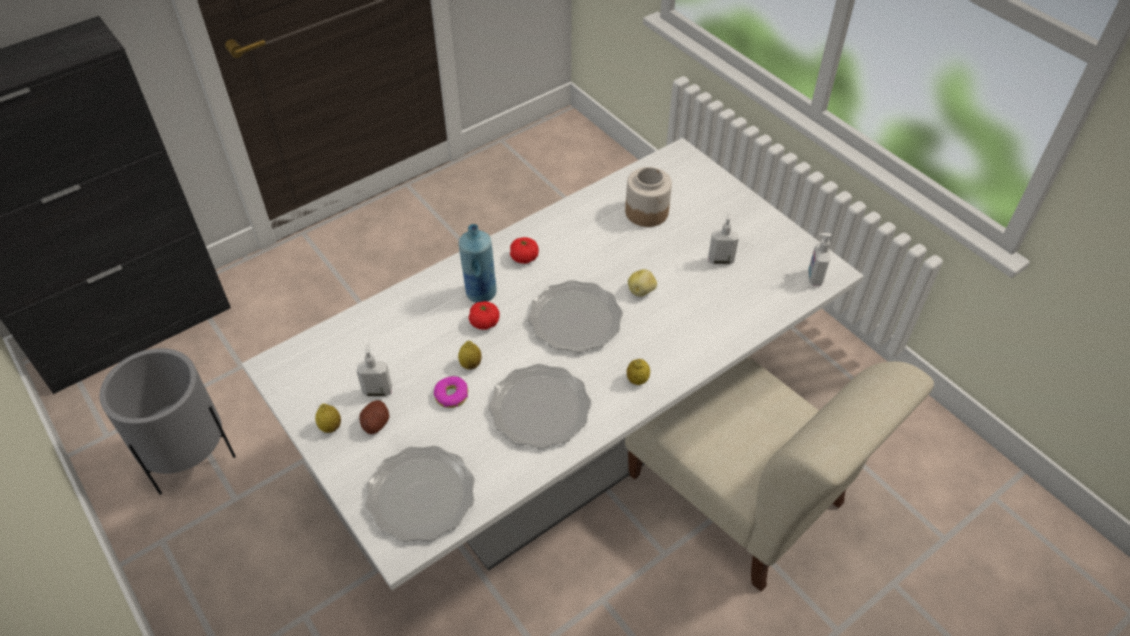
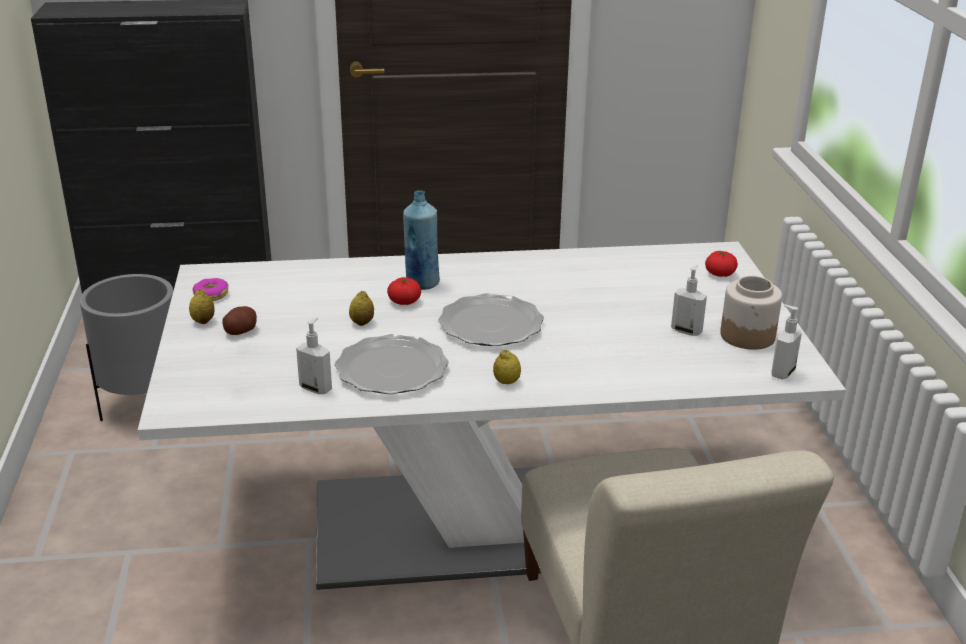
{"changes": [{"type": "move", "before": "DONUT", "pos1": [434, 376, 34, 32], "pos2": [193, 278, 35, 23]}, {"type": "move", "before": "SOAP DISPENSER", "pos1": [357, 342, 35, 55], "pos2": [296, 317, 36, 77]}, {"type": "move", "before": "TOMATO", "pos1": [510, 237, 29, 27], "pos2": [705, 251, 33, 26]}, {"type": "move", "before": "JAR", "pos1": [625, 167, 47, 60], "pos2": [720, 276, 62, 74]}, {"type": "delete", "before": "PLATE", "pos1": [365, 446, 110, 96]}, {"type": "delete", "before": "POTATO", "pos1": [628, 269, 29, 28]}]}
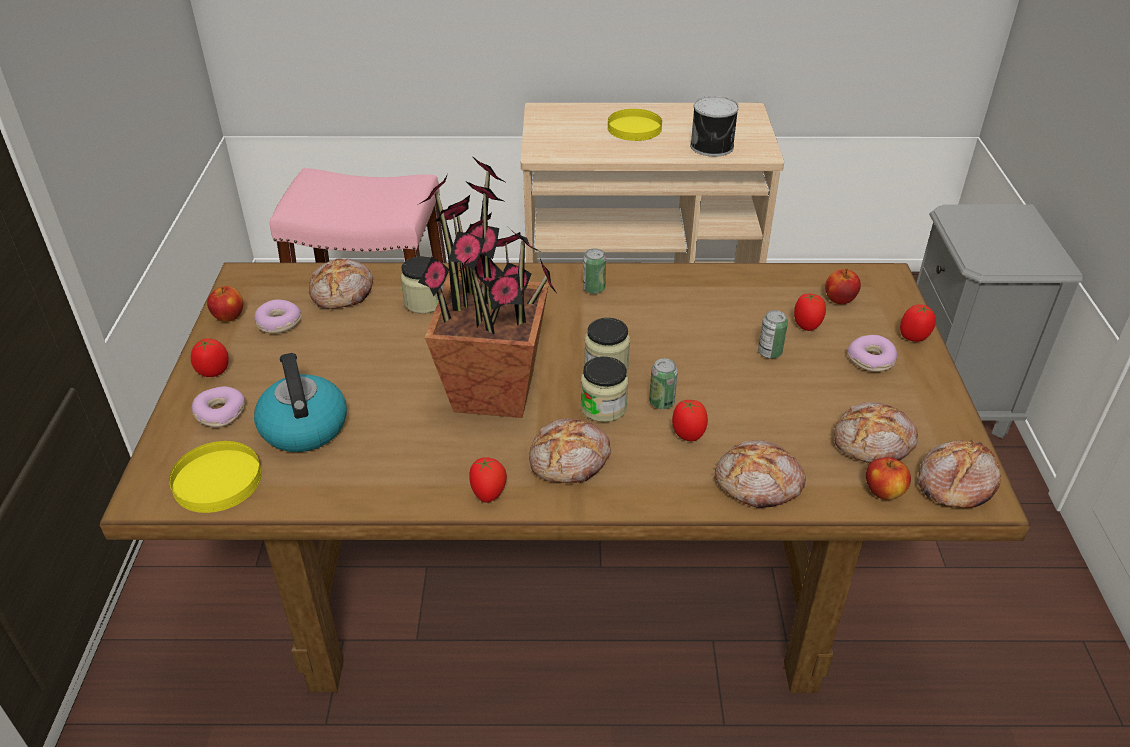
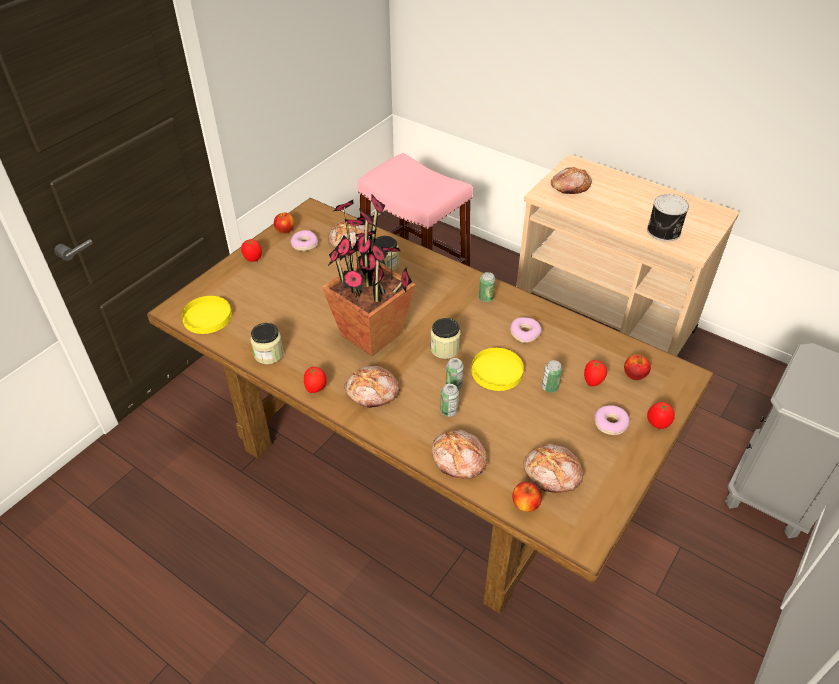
{"changes": [{"type": "move", "before": "JAR", "pos1": [580, 357, 49, 65], "pos2": [250, 323, 34, 41]}, {"type": "replace", "before": "TOMATO", "after": "CAN", "pos1": [672, 400, 36, 41], "pos2": [440, 384, 19, 33]}, {"type": "move", "before": "YELLOW PLATE", "pos1": [608, 109, 54, 32], "pos2": [471, 348, 53, 43]}, {"type": "move", "before": "DONUT", "pos1": [192, 386, 53, 41], "pos2": [510, 317, 32, 26]}, {"type": "move", "before": "BREAD", "pos1": [918, 440, 83, 68], "pos2": [551, 167, 41, 27]}, {"type": "delete", "before": "KETTLE", "pos1": [254, 353, 93, 99]}]}
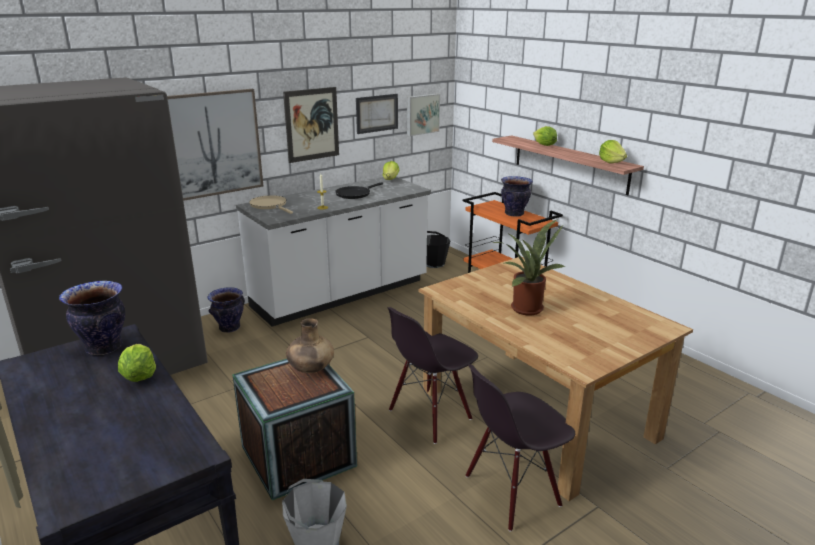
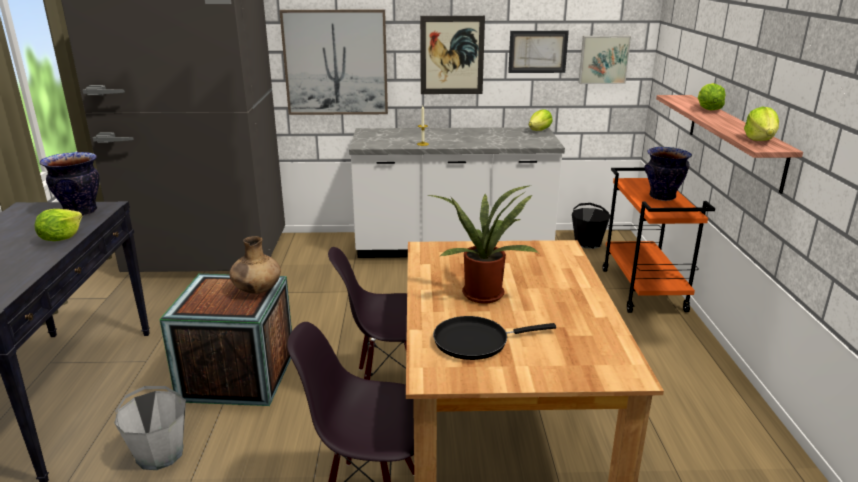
{"changes": [{"type": "move", "before": "BLACK FRYING PAN", "pos1": [335, 182, 48, 17], "pos2": [433, 316, 123, 44]}, {"type": "delete", "before": "VASE", "pos1": [207, 287, 38, 46]}, {"type": "delete", "before": "BEIGE FRYING PAN", "pos1": [249, 195, 44, 19]}]}
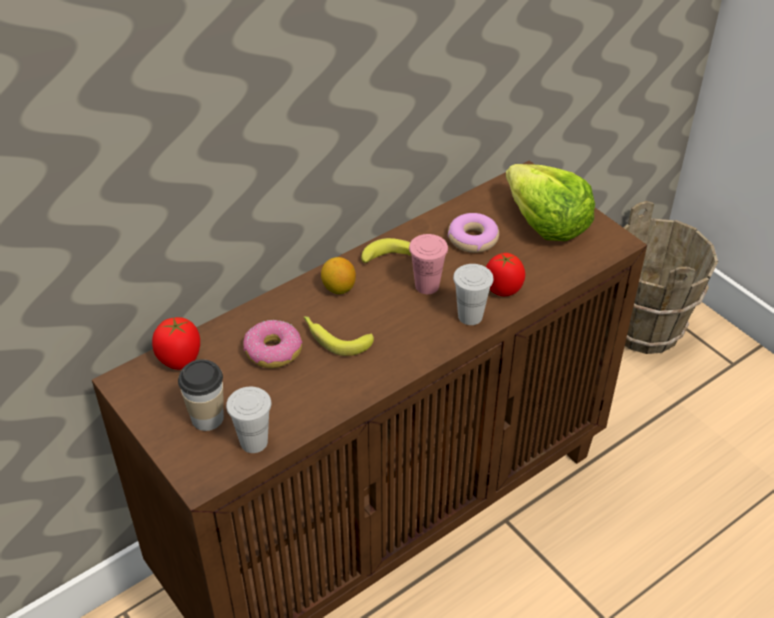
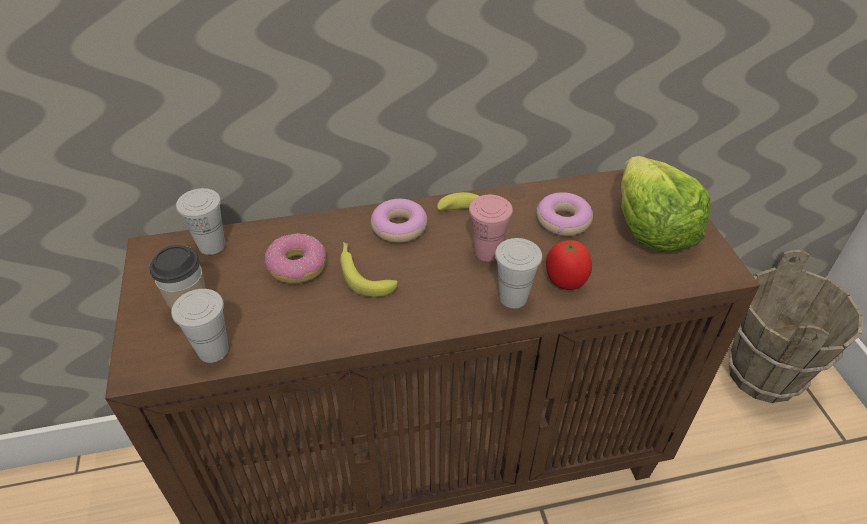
{"changes": [{"type": "replace", "before": "TOMATO", "after": "WHITE CUP", "pos1": [152, 317, 48, 53], "pos2": [176, 188, 49, 67]}, {"type": "replace", "before": "LEMON", "after": "DONUT", "pos1": [321, 257, 35, 37], "pos2": [371, 199, 57, 44]}]}
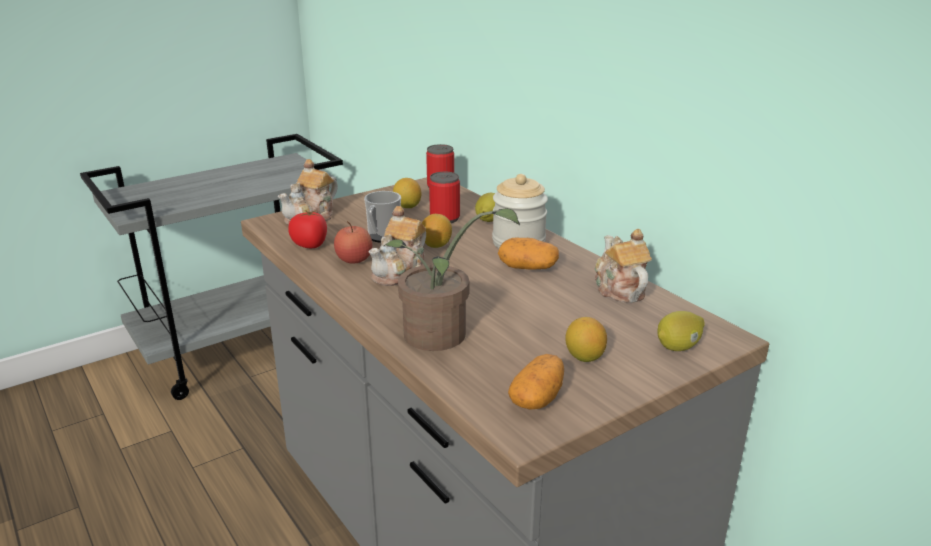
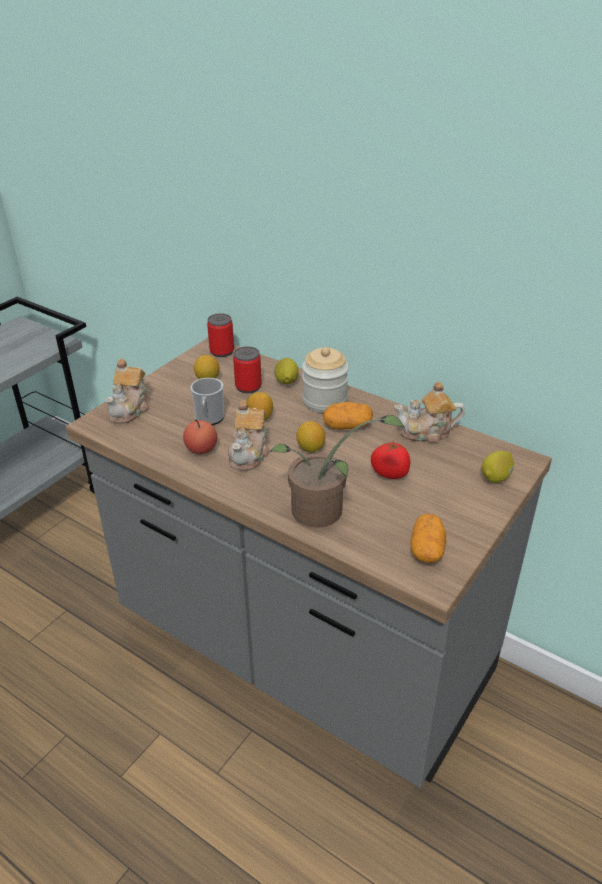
{"changes": [{"type": "move", "before": "LEMON", "pos1": [565, 317, 42, 45], "pos2": [296, 421, 29, 32]}, {"type": "move", "before": "TOMATO", "pos1": [288, 210, 39, 38], "pos2": [371, 440, 39, 39]}, {"type": "rotate", "before": "TEAPOT", "pos1": [595, 229, 57, 74], "pos2": [394, 381, 71, 62], "turn": -60}]}
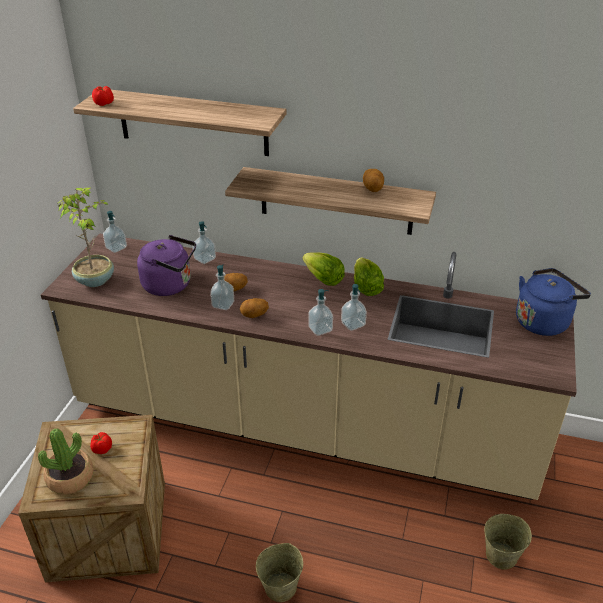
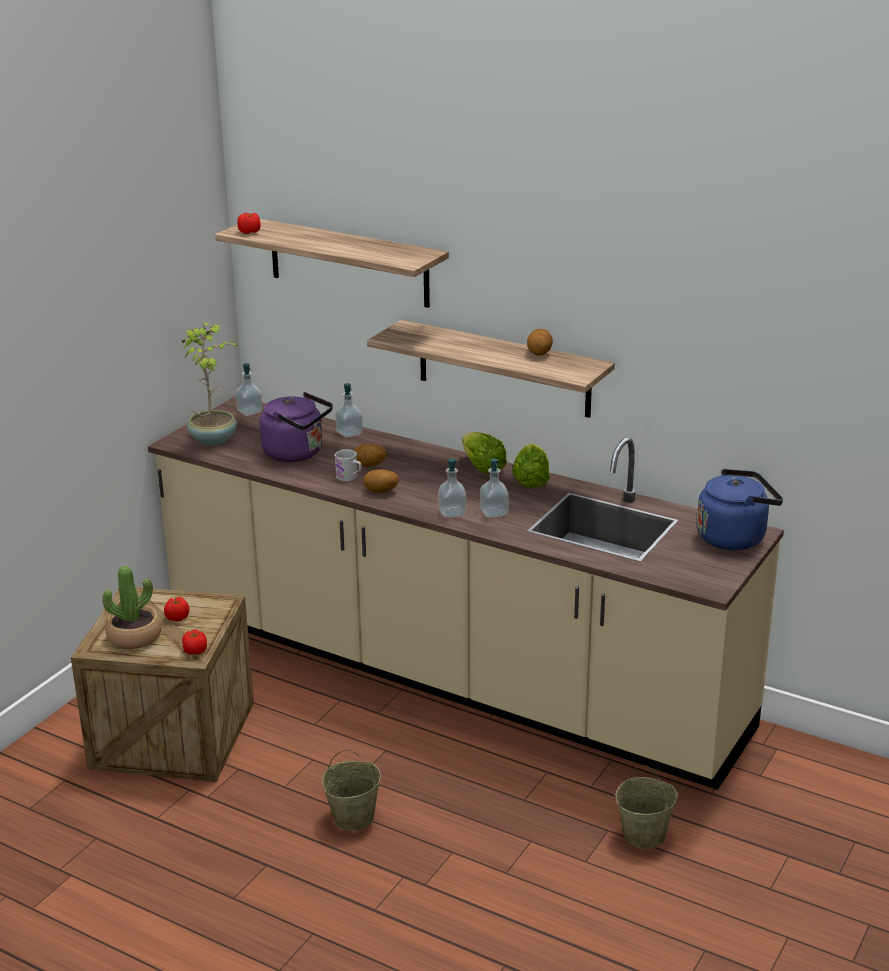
{"changes": [{"type": "insert", "after": "TOMATO", "pos2": [182, 630, 25, 24]}, {"type": "replace", "before": "SOAP DISPENSER", "after": "WHITE MUG", "pos1": [210, 265, 24, 45], "pos2": [334, 449, 28, 32]}]}
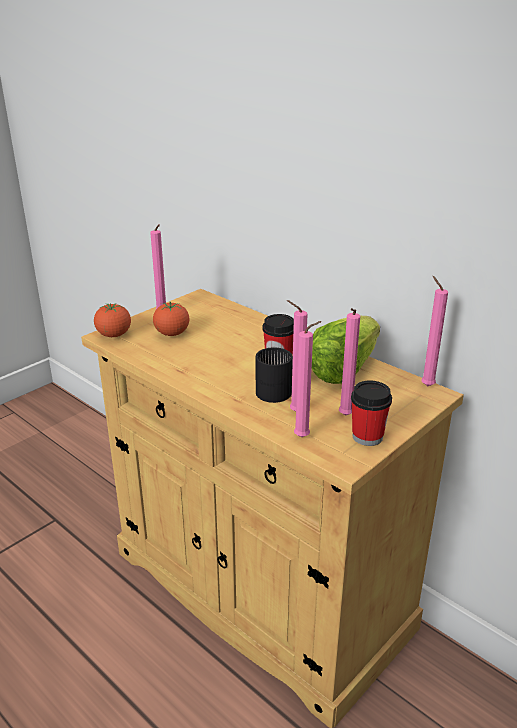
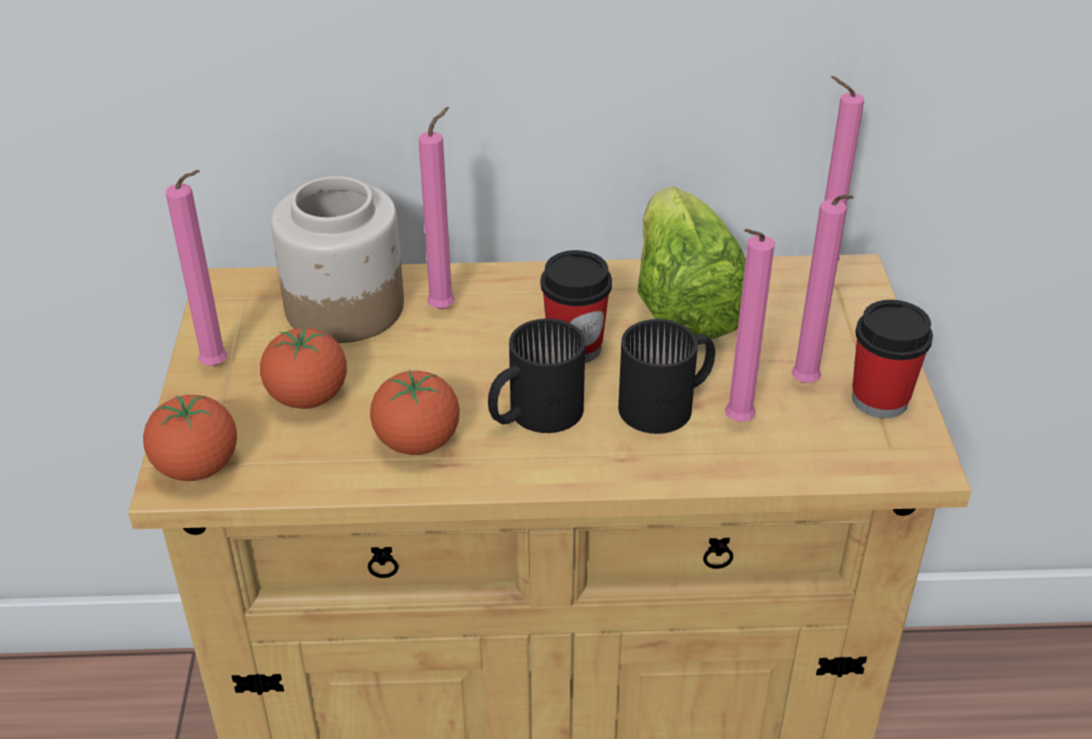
{"changes": [{"type": "insert", "after": "JAR", "pos2": [271, 176, 133, 167]}, {"type": "insert", "after": "TOMATO", "pos2": [370, 369, 90, 86]}, {"type": "move", "before": "PINK CANDLE", "pos1": [294, 321, 28, 116], "pos2": [418, 107, 37, 202]}, {"type": "insert", "after": "BLACK MUG", "pos2": [488, 319, 97, 114]}]}
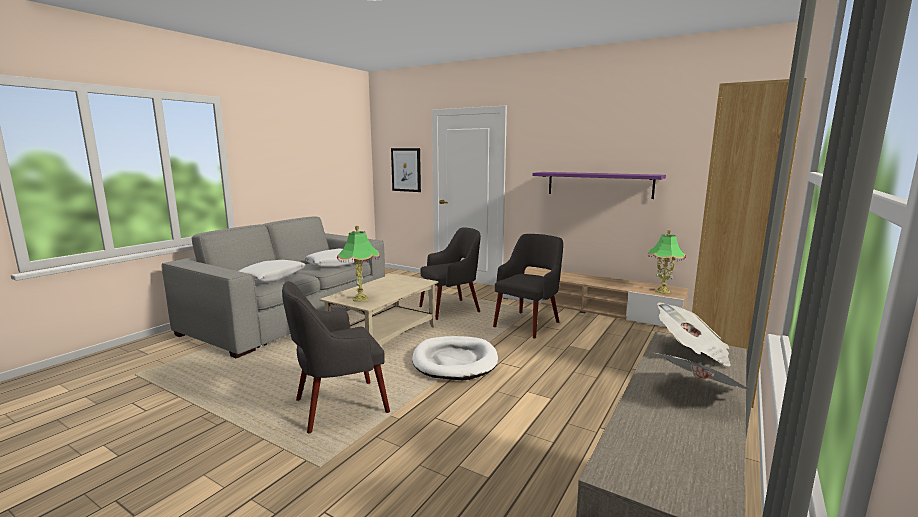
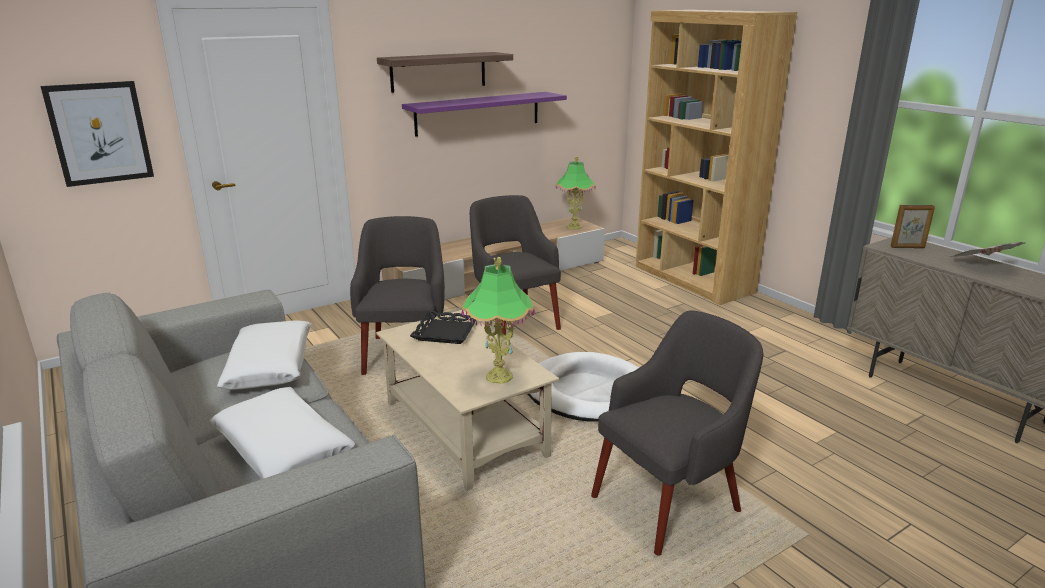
{"changes": [{"type": "insert", "after": "SHELF", "pos2": [377, 52, 136, 41]}, {"type": "insert", "after": "BLACK TRAY", "pos2": [410, 310, 66, 34]}, {"type": "rotate", "before": "GREY ARMCHAIR", "pos1": [282, 282, 108, 151], "pos2": [591, 310, 172, 246], "turn": -120}, {"type": "replace", "before": "NEWSPAPER", "after": "PICTURE FRAME", "pos1": [657, 302, 74, 65], "pos2": [890, 205, 45, 43]}]}
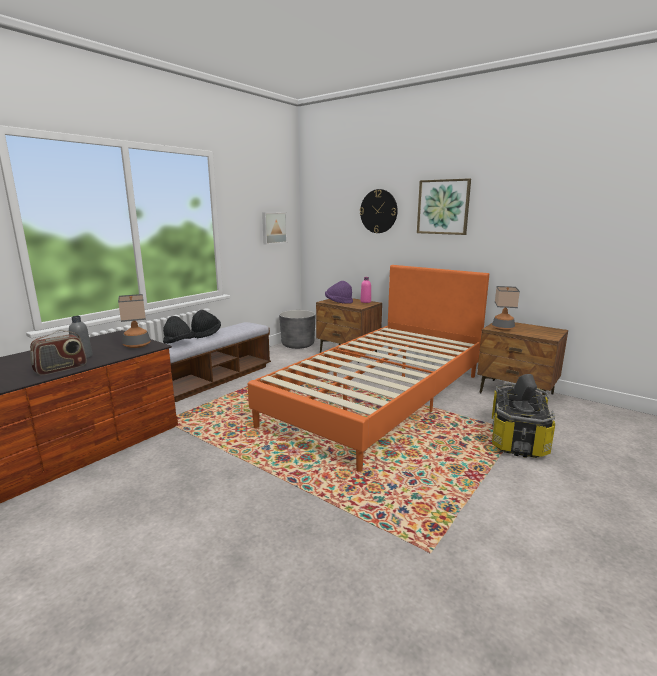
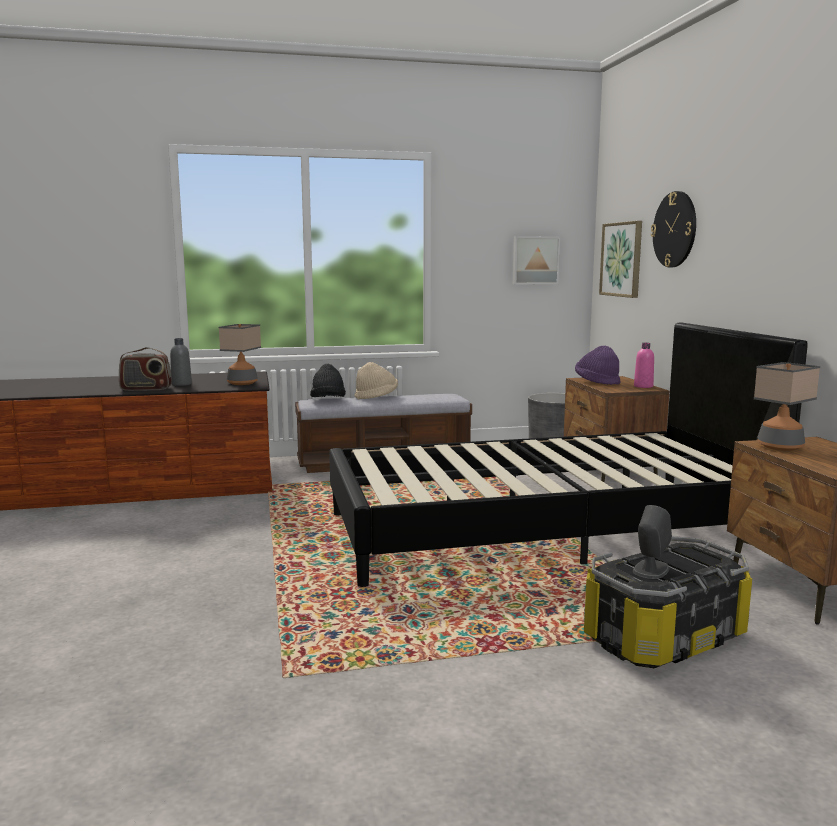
{"changes": [{"type": "recolor", "before": "ORANGE BED", "after": "BLACK BED", "pos1": [248, 265, 241, 207], "pos2": [329, 322, 479, 265]}, {"type": "recolor", "before": "BLACK HAT", "after": "BEIGE HAT", "pos1": [191, 310, 30, 29], "pos2": [355, 362, 43, 37]}, {"type": "move", "before": "PICTURE", "pos1": [417, 178, 54, 57], "pos2": [599, 221, 43, 77]}]}
